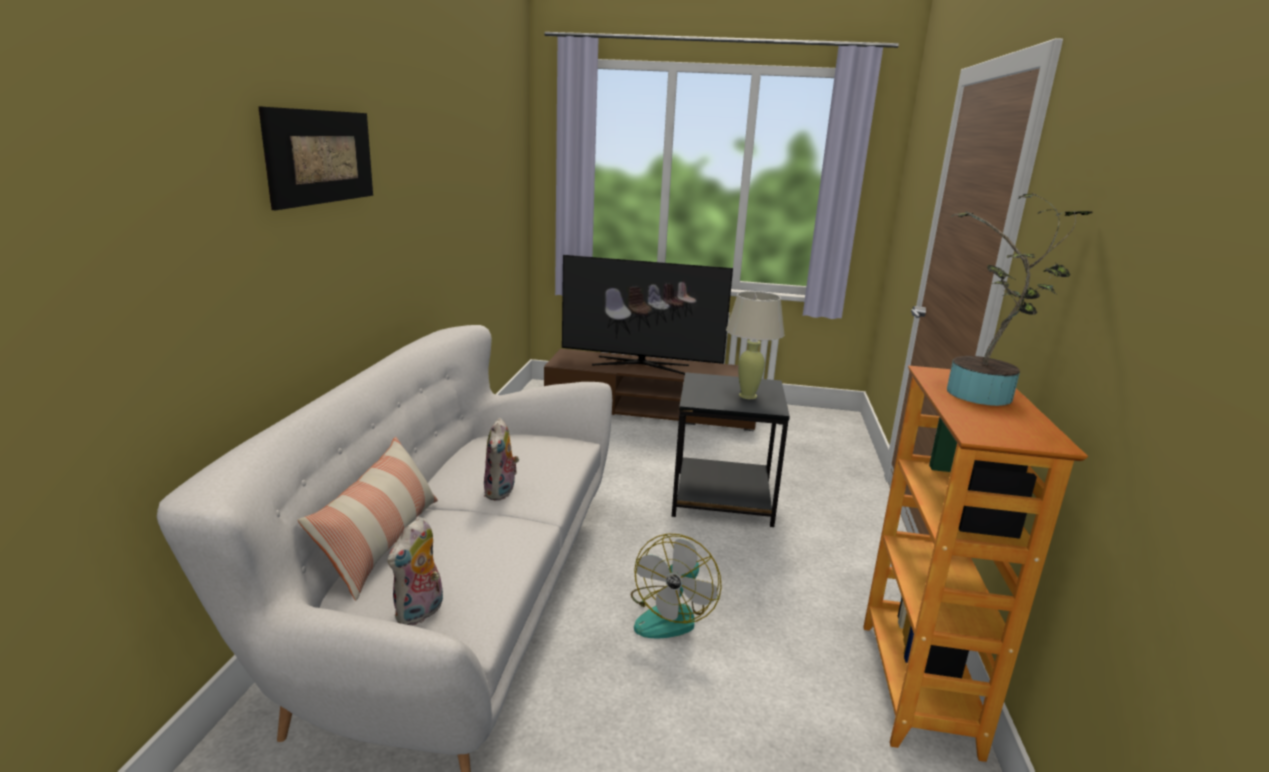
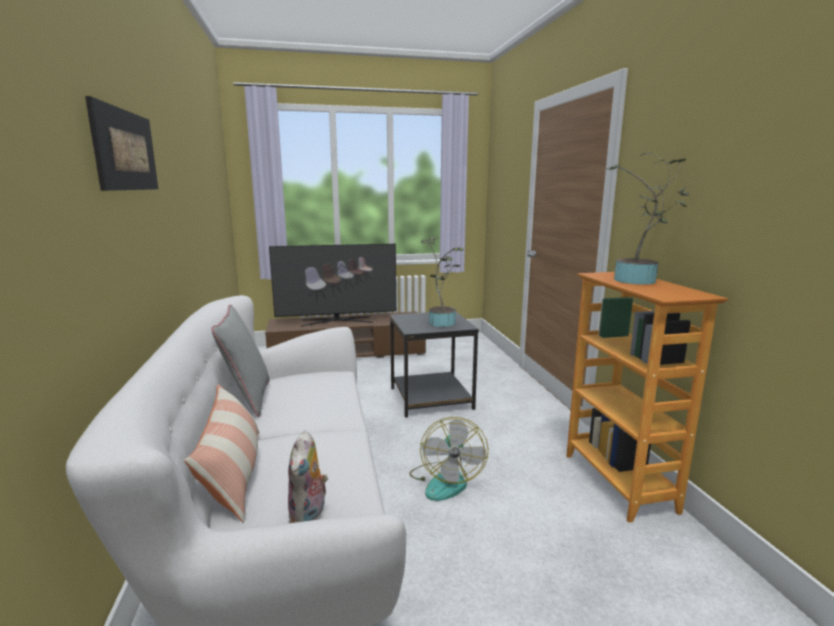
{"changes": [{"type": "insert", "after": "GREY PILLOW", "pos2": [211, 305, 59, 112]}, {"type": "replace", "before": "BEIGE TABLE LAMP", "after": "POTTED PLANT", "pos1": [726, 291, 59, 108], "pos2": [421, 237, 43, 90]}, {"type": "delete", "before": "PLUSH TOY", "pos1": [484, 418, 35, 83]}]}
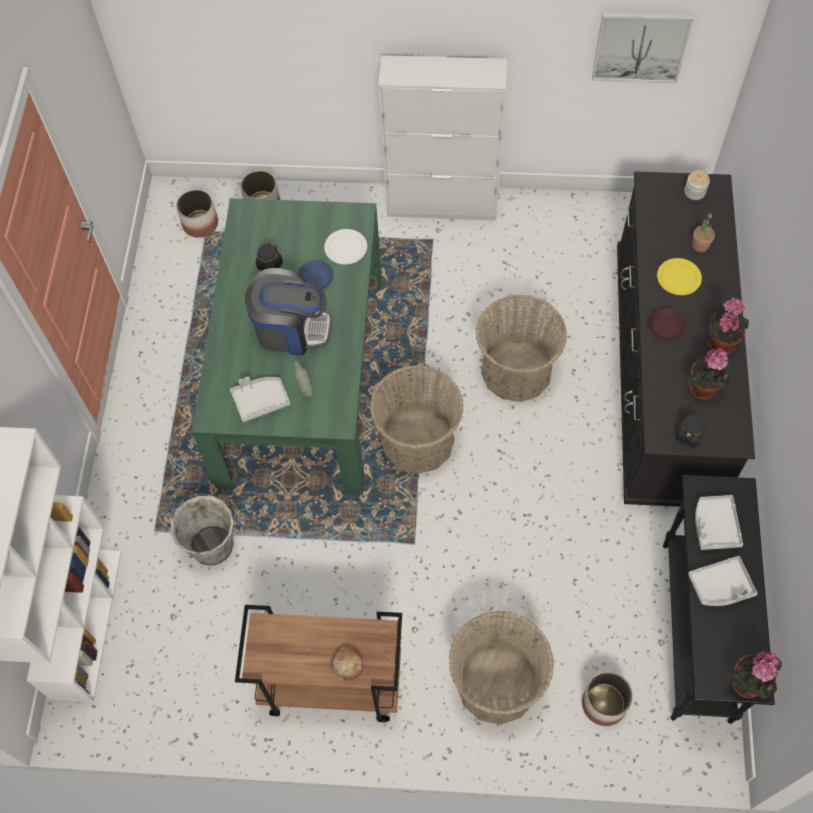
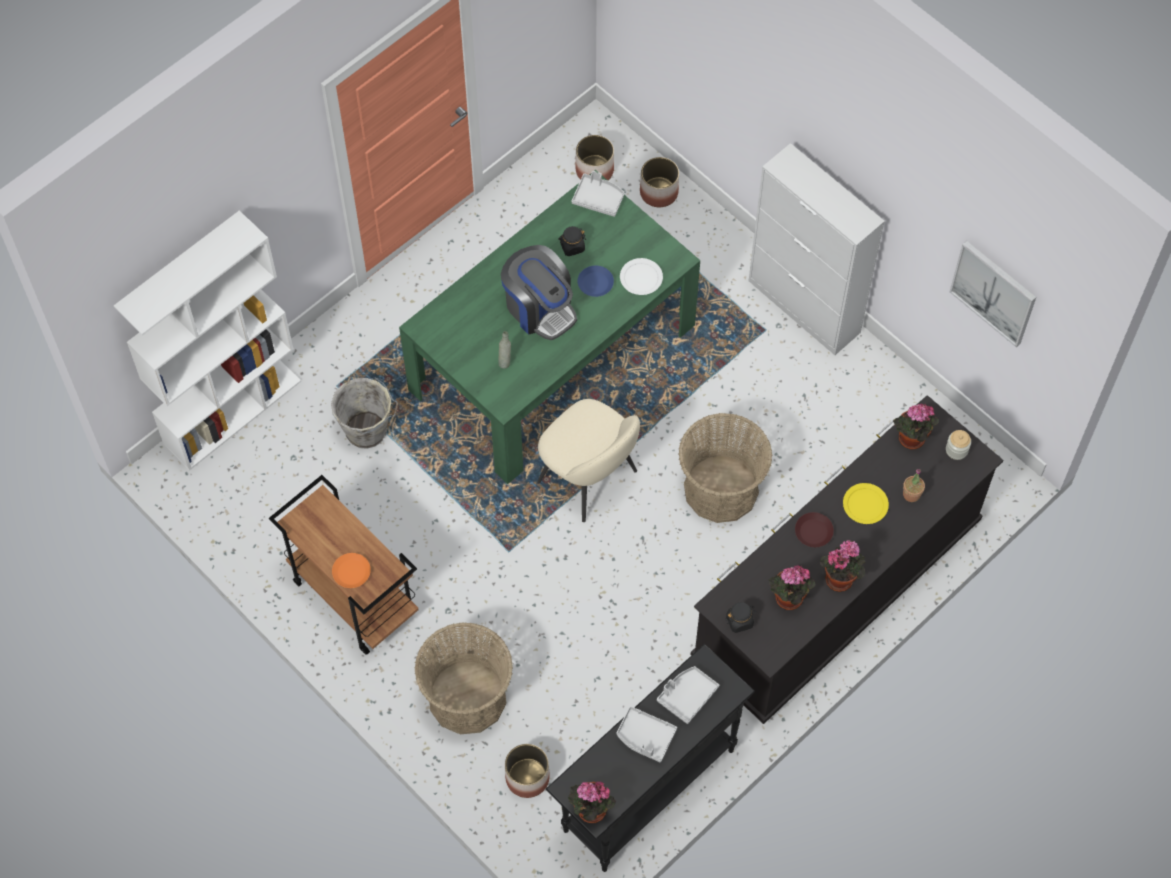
{"changes": [{"type": "replace", "before": "BREAD", "after": "ORANGE PLATE", "pos1": [331, 647, 31, 33], "pos2": [332, 553, 39, 35]}, {"type": "replace", "before": "BASKET", "after": "BEIGE CHAIR", "pos1": [370, 365, 94, 108], "pos2": [537, 399, 103, 123]}, {"type": "move", "before": "GREY TRAY", "pos1": [230, 377, 60, 45], "pos2": [572, 171, 52, 46]}, {"type": "insert", "after": "POTTED PLANT", "pos2": [893, 403, 46, 46]}]}
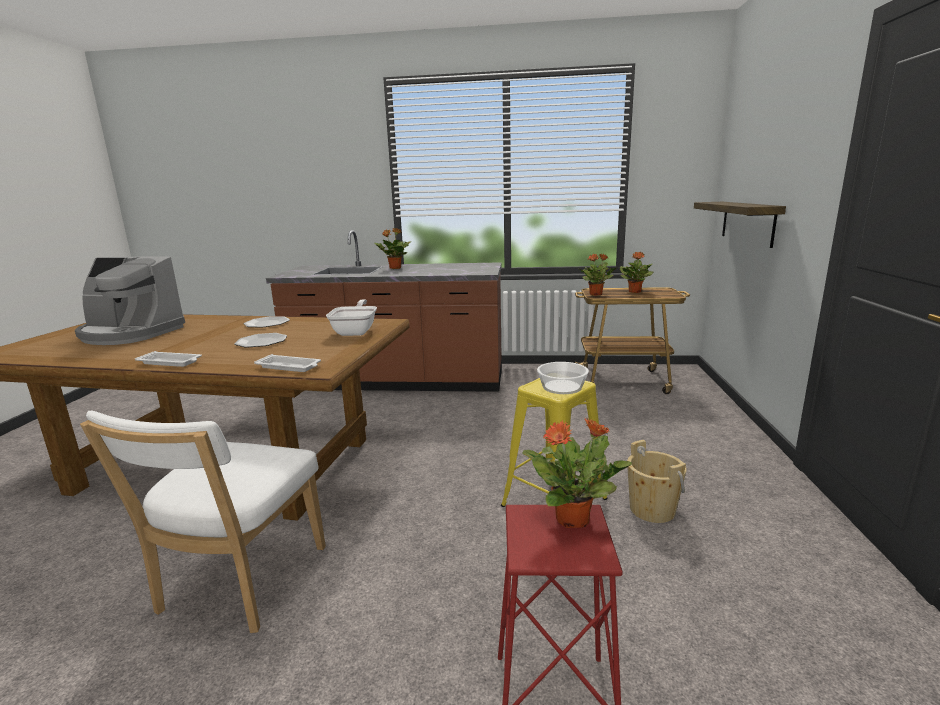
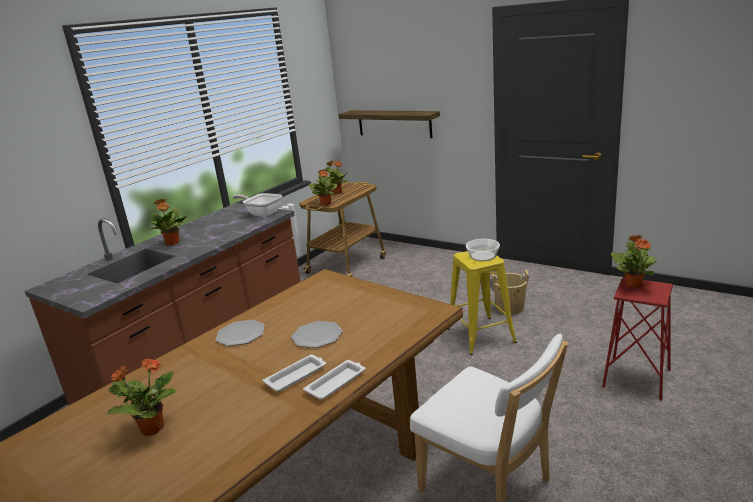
{"changes": [{"type": "replace", "before": "COFFEE MACHINE", "after": "POTTED PLANT", "pos1": [75, 256, 110, 89], "pos2": [107, 358, 69, 78]}, {"type": "move", "before": "FRYING PAN", "pos1": [326, 299, 51, 37], "pos2": [233, 193, 49, 24]}, {"type": "move", "before": "WHITE TRAY", "pos1": [254, 354, 67, 18], "pos2": [263, 354, 63, 37]}]}
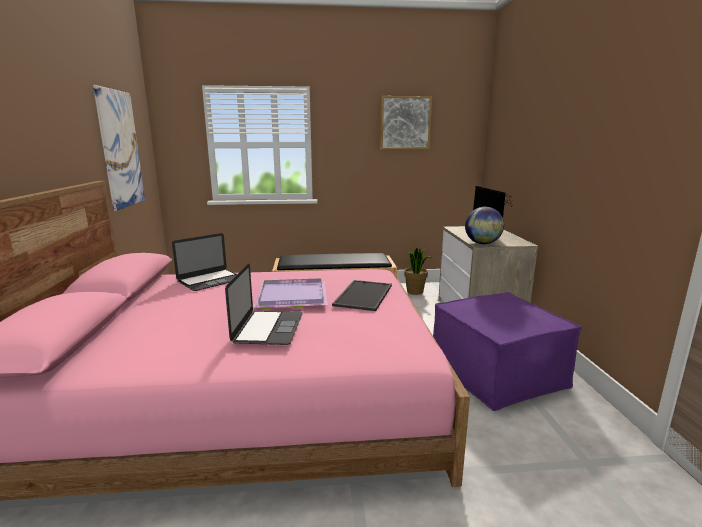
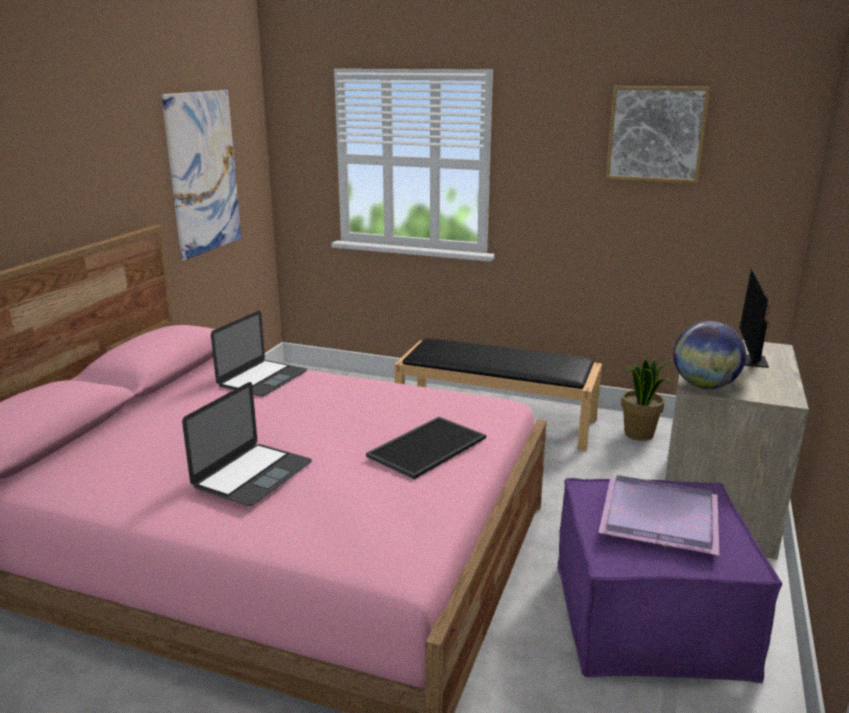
{"changes": [{"type": "rotate", "before": "LAPTOP", "pos1": [172, 233, 65, 58], "pos2": [211, 311, 96, 86], "turn": -45}, {"type": "move", "before": "PURPLE TRAY", "pos1": [254, 278, 74, 31], "pos2": [598, 475, 121, 80]}]}
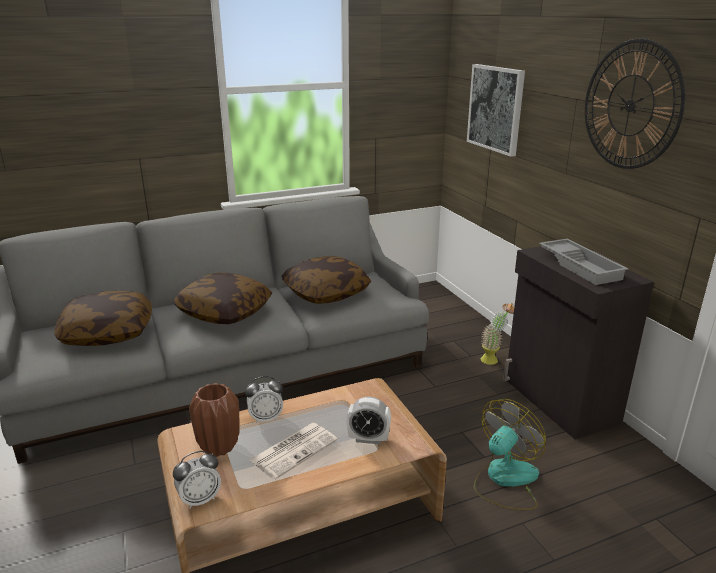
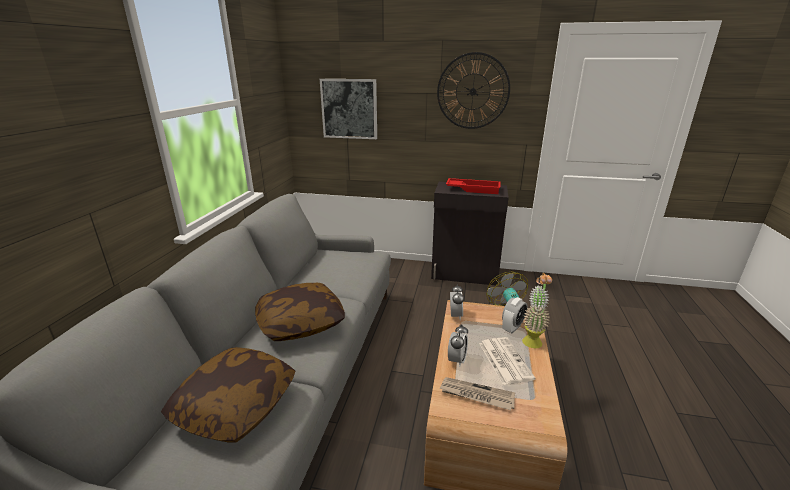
{"changes": [{"type": "replace", "before": "BROWN VASE", "after": "NEWSPAPER", "pos1": [189, 383, 51, 74], "pos2": [440, 377, 75, 33]}, {"type": "recolor", "before": "GREY TRAY", "after": "RED TRAY", "pos1": [539, 238, 89, 47], "pos2": [446, 178, 54, 16]}, {"type": "move", "before": "ALARM CLOCK", "pos1": [173, 451, 48, 58], "pos2": [450, 284, 14, 36]}, {"type": "move", "before": "POTTED PLANT", "pos1": [481, 303, 33, 62], "pos2": [522, 273, 30, 75]}, {"type": "delete", "before": "PILLOW", "pos1": [281, 256, 90, 48]}]}
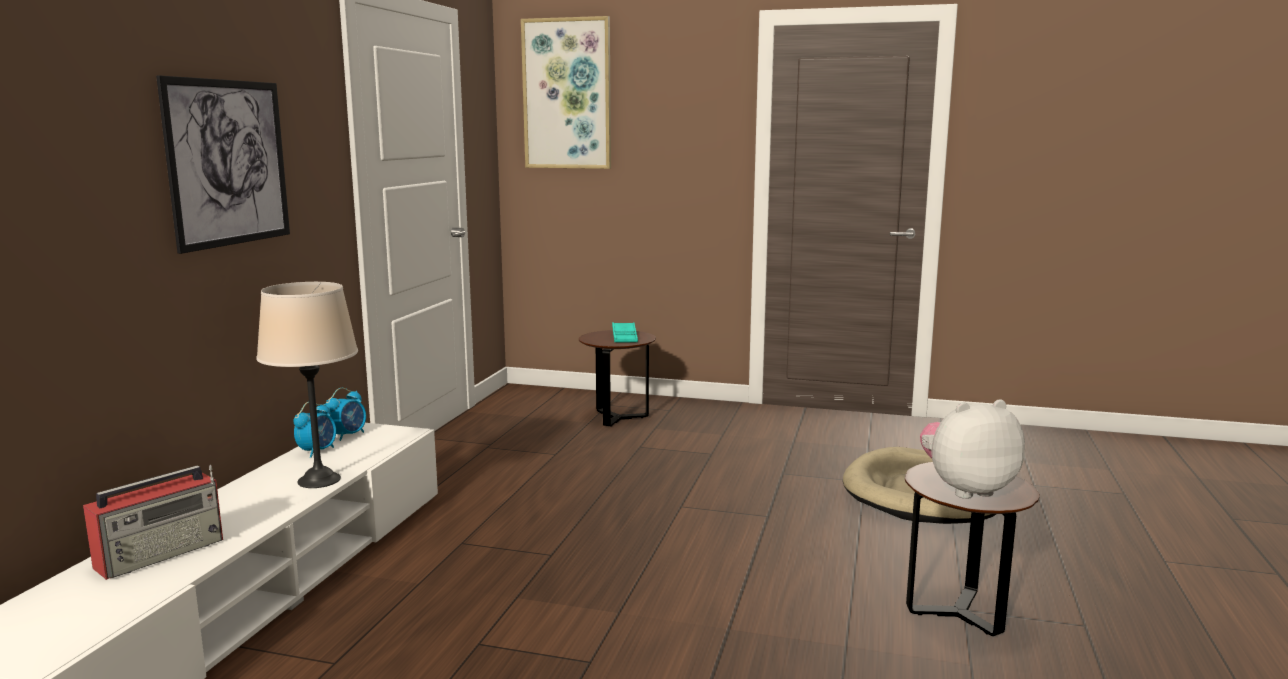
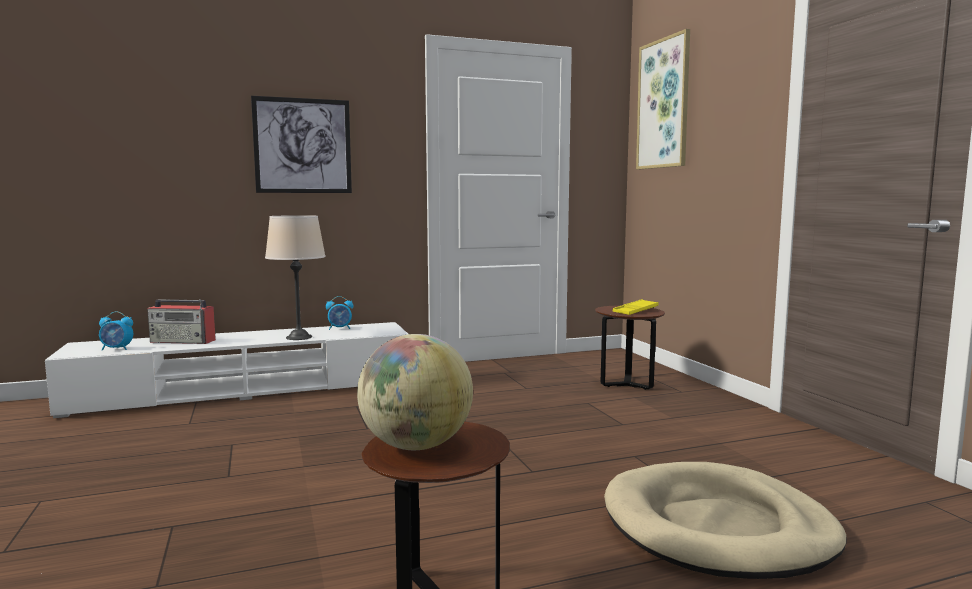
{"changes": [{"type": "move", "before": "ALARM CLOCK", "pos1": [325, 388, 41, 53], "pos2": [99, 312, 34, 39]}, {"type": "replace", "before": "PLUSH TOY", "after": "GLOBE", "pos1": [920, 399, 105, 100], "pos2": [357, 334, 116, 116]}, {"type": "recolor", "before": "TURQUOISE TRAY", "after": "YELLOW TRAY", "pos1": [612, 322, 26, 20], "pos2": [613, 299, 45, 16]}]}
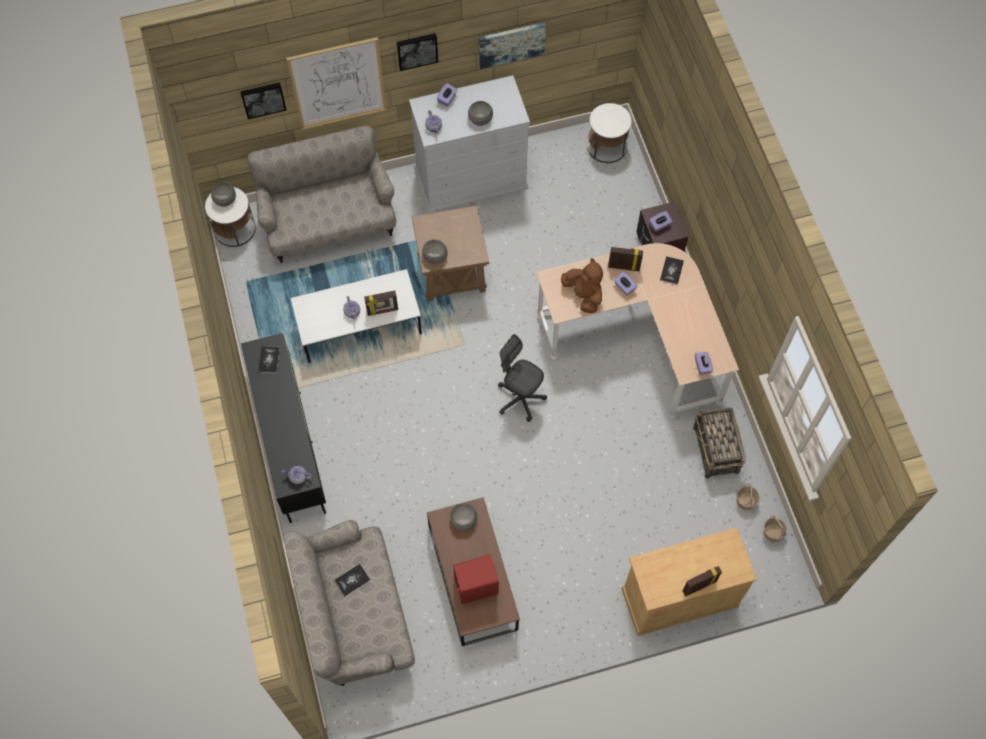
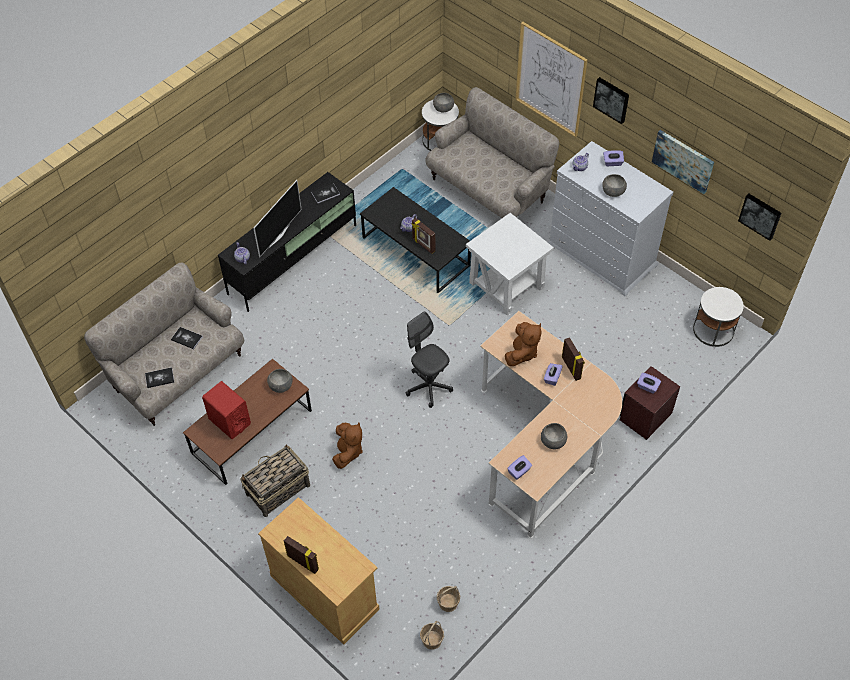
{"changes": [{"type": "move", "before": "BOOK", "pos1": [660, 256, 24, 29], "pos2": [145, 367, 29, 21]}, {"type": "move", "before": "BASKET", "pos1": [693, 408, 53, 71], "pos2": [240, 445, 70, 72]}, {"type": "insert", "after": "TELEVISION", "pos2": [253, 180, 49, 77]}, {"type": "insert", "after": "BROWN PLUSH TOY", "pos2": [332, 423, 31, 46]}, {"type": "recolor", "before": "WHITE COFFEE TABLE", "after": "BLACK COFFEE TABLE", "pos1": [291, 269, 131, 94], "pos2": [360, 187, 111, 106]}, {"type": "rotate", "before": "GREY OFFICE CHAIR", "pos1": [498, 334, 49, 88], "pos2": [405, 311, 48, 97], "turn": -45}, {"type": "recolor", "before": "BROWN SIDE TABLE", "after": "WHITE SIDE TABLE", "pos1": [412, 206, 77, 95], "pos2": [466, 213, 88, 102]}, {"type": "move", "before": "GREY BOWL", "pos1": [422, 240, 26, 24], "pos2": [541, 423, 26, 26]}, {"type": "move", "before": "PICTURE", "pos1": [240, 83, 47, 36], "pos2": [738, 193, 43, 48]}]}
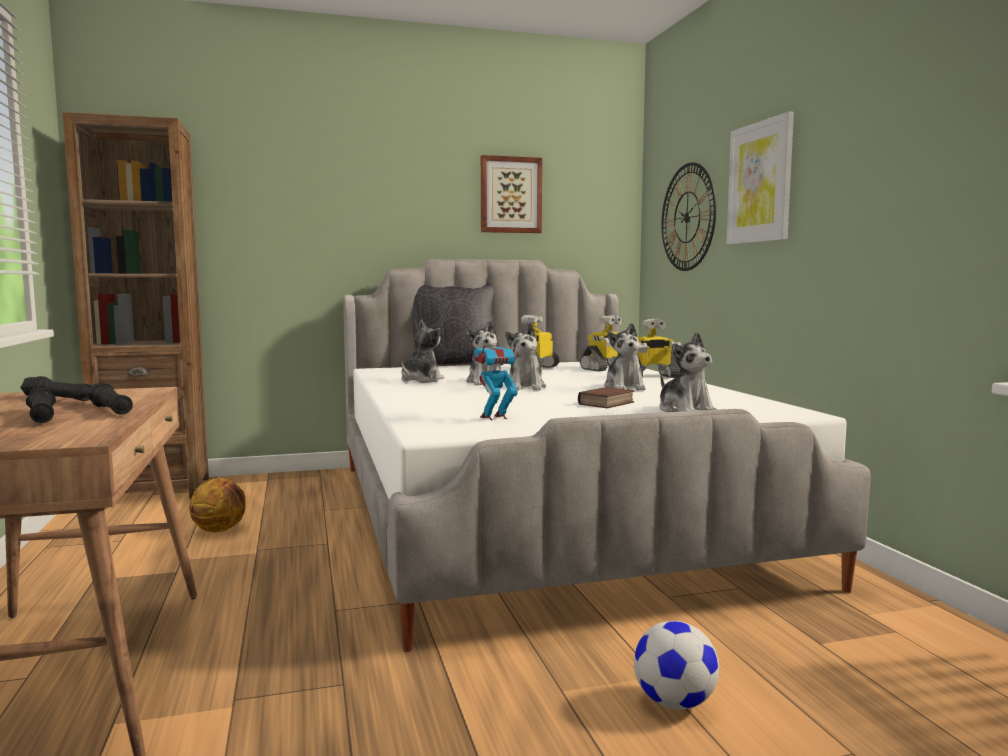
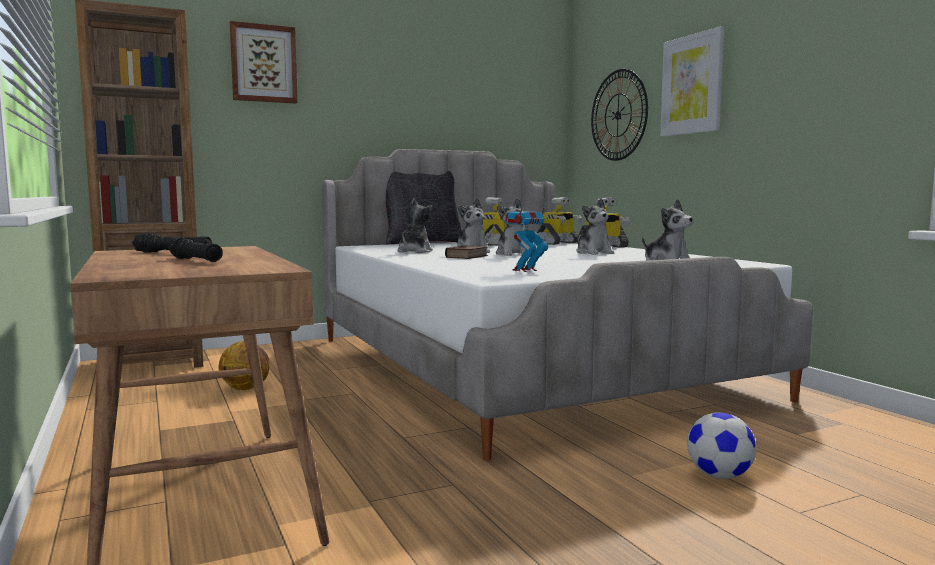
{"changes": [{"type": "move", "before": "PICTURE", "pos1": [481, 155, 61, 78], "pos2": [230, 21, 68, 82]}, {"type": "move", "before": "BOOK", "pos1": [578, 387, 56, 21], "pos2": [445, 246, 43, 13]}, {"type": "delete", "before": "BLACK FLASHLIGHT", "pos1": [87, 383, 46, 32]}]}
